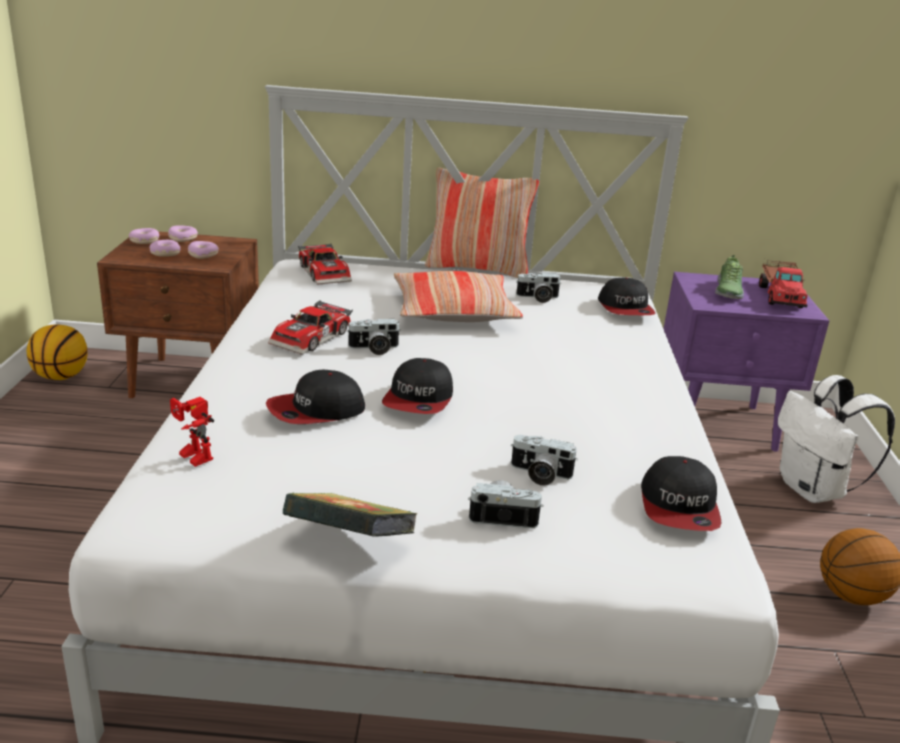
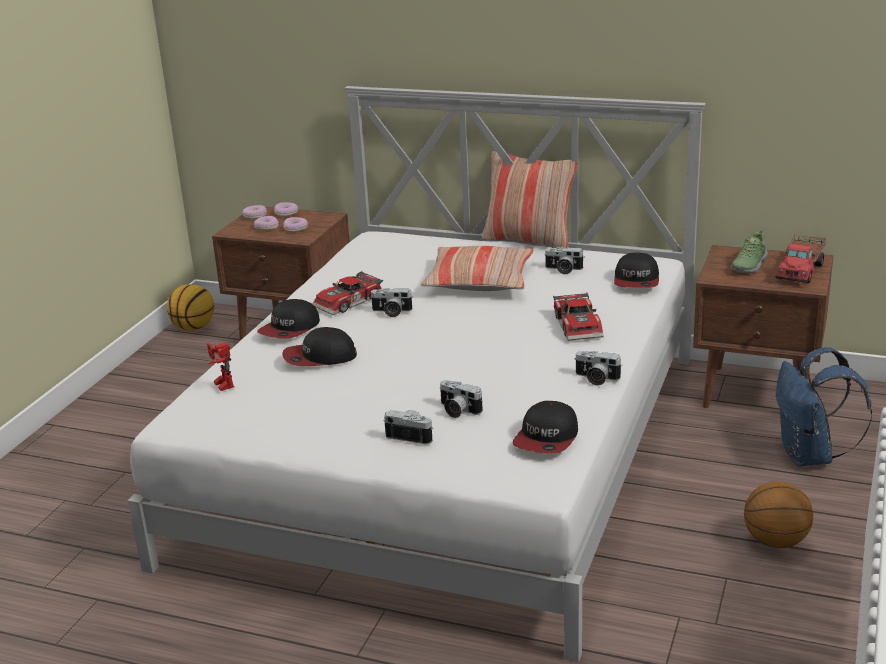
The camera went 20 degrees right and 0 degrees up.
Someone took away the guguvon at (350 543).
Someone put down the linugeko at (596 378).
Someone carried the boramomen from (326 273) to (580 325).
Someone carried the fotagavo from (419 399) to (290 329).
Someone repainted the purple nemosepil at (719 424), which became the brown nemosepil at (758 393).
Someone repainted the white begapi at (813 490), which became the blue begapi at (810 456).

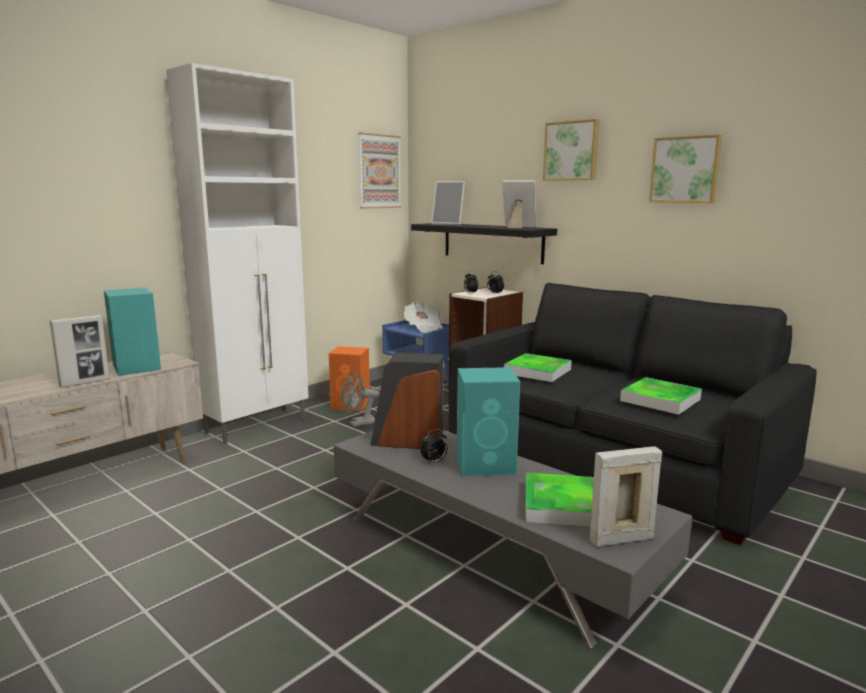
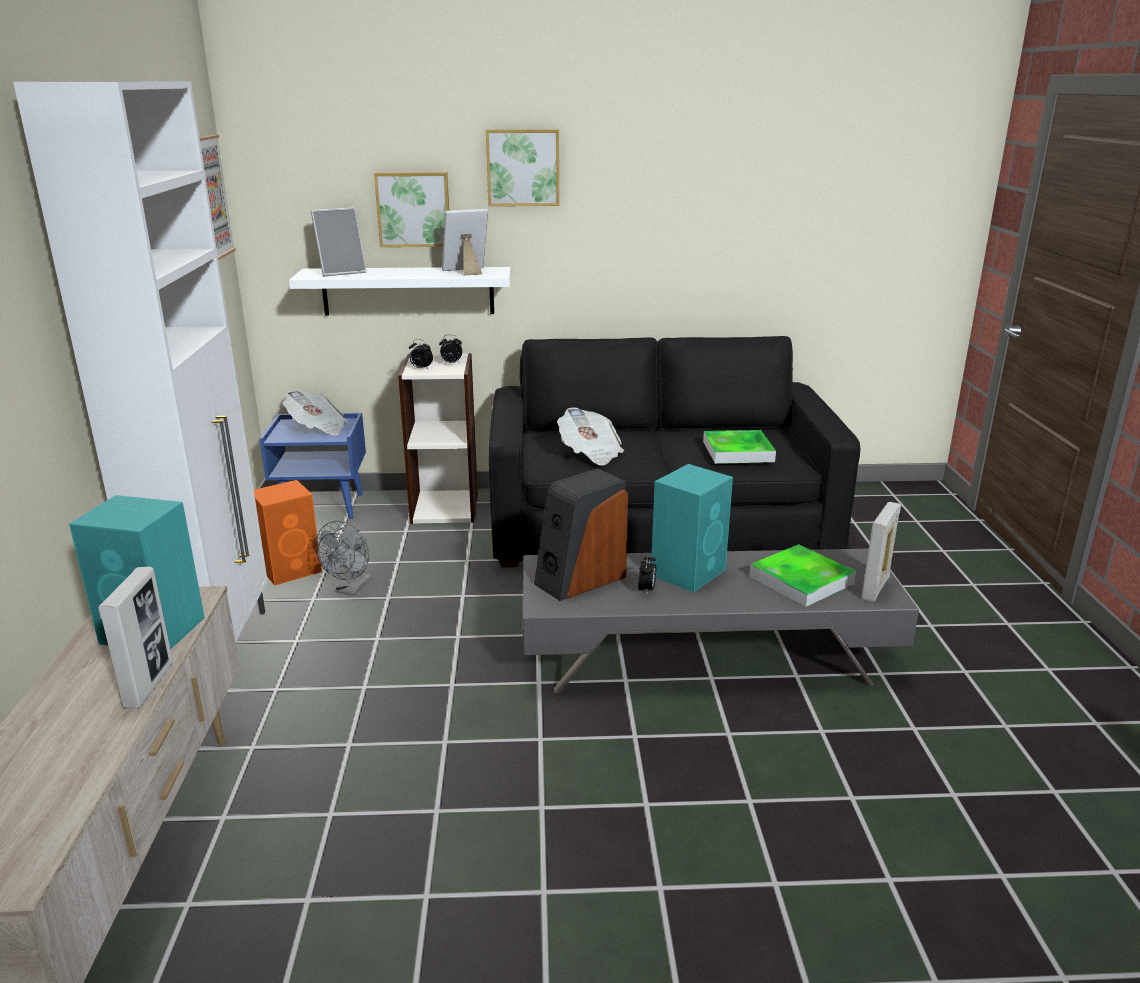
The camera went 45 degrees left and 10 degrees up.
Someone carried the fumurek from (685 170) to (413 209).
Someone swapped the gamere at (537 371) for the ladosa at (590 453).
Someone repainted the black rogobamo at (492 242), which became the white rogobamo at (408 291).

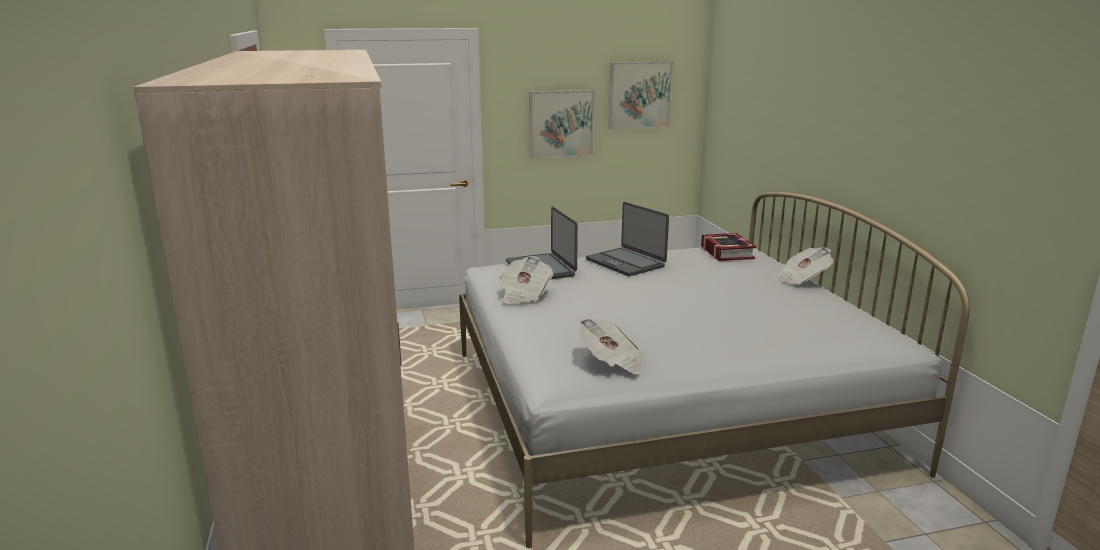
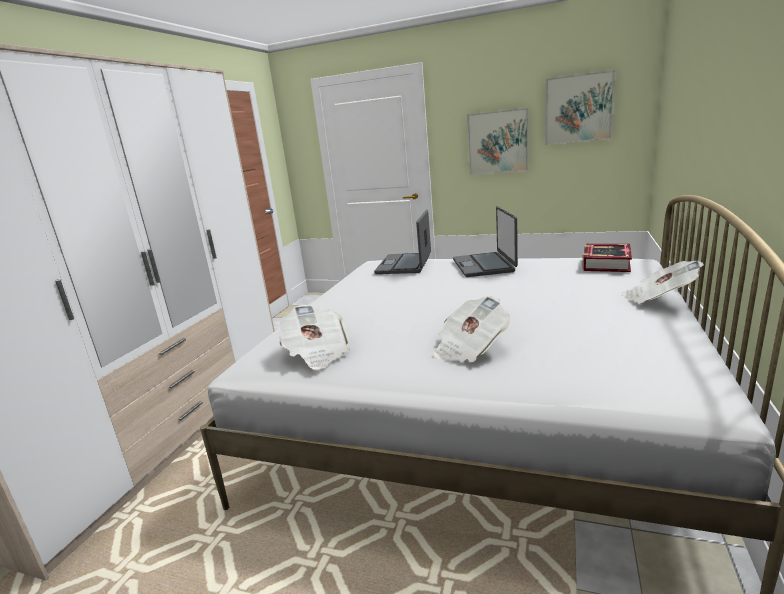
The camera went 35 degrees right and 0 degrees up.
Someone carried the ladosa from (524 295) to (469 348).

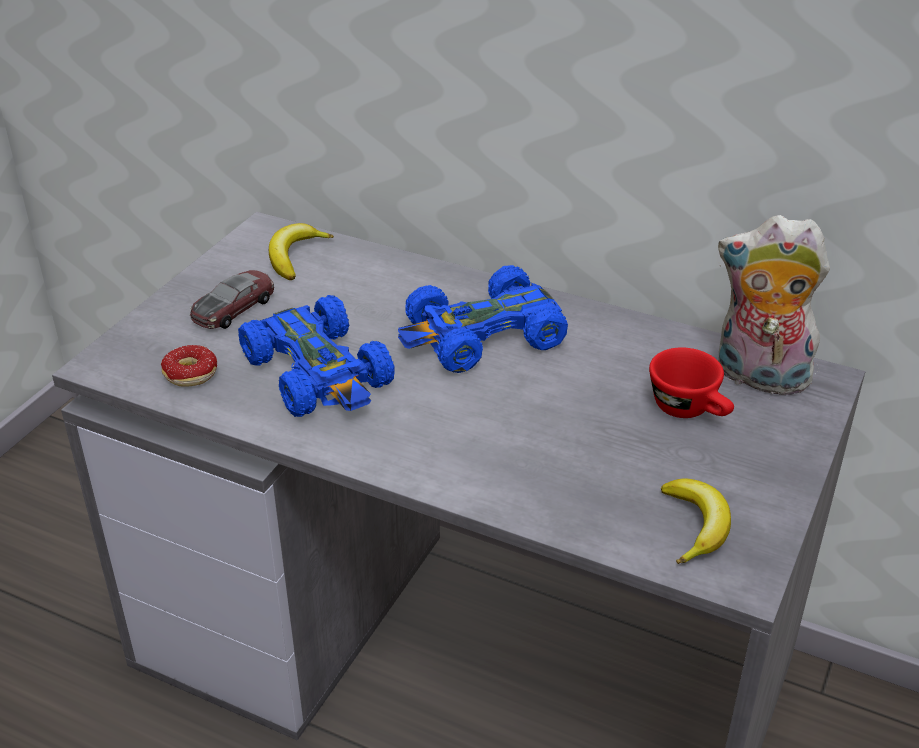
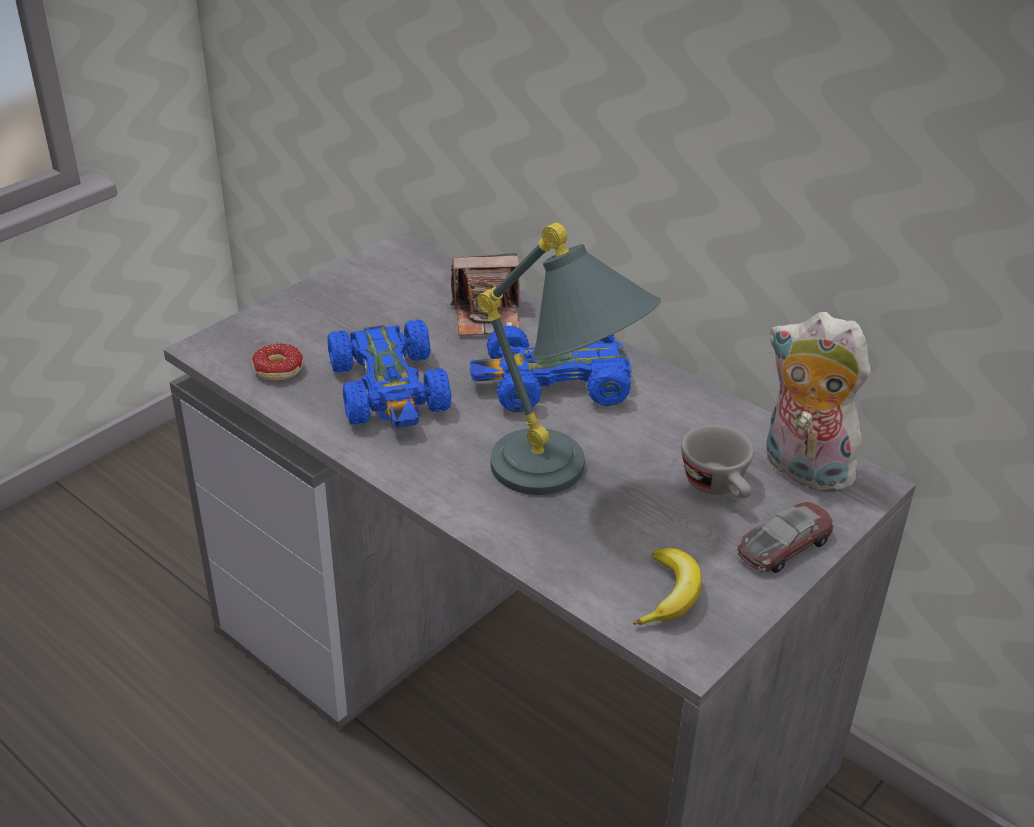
The camera went 15 degrees right and 0 degrees up.
Someone took away the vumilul at (295 257).
Someone put down the linugeko at (487 317).
Someone put down the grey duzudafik at (564 481).
Someone carried the boramomen from (233 308) to (784 545).
Someone repainted the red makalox at (690 410), which became the grey makalox at (719 488).

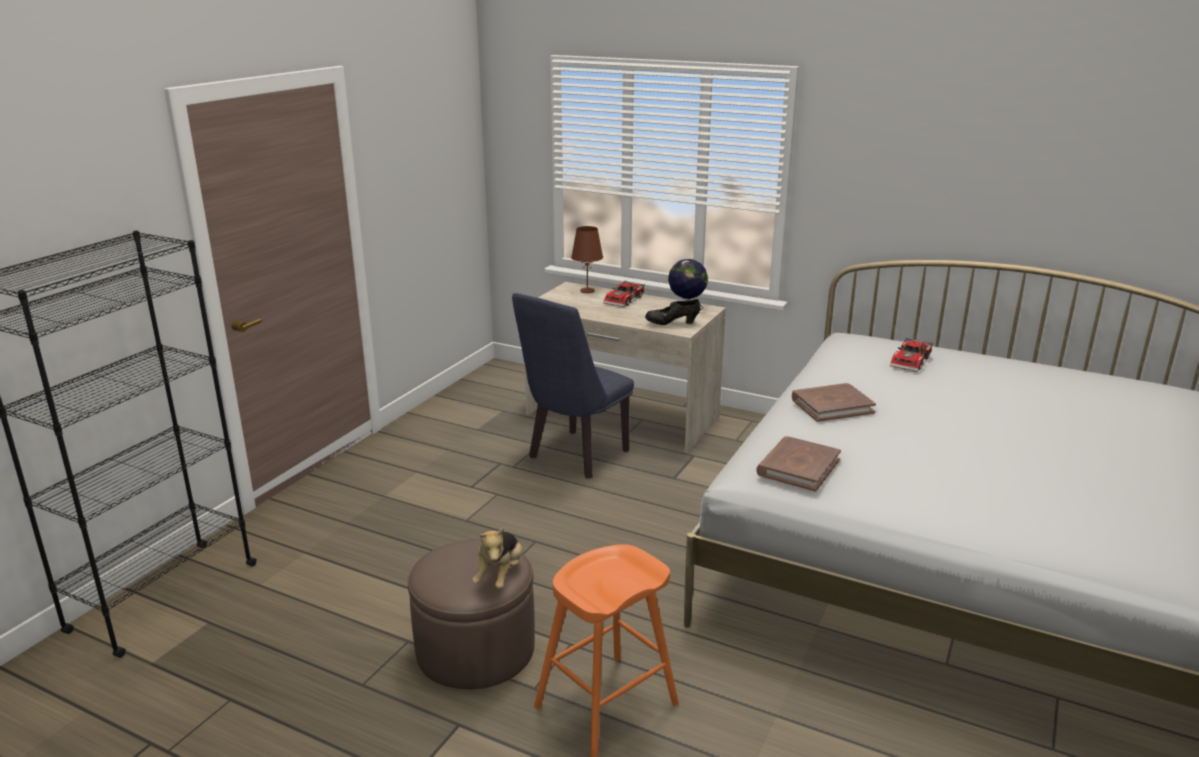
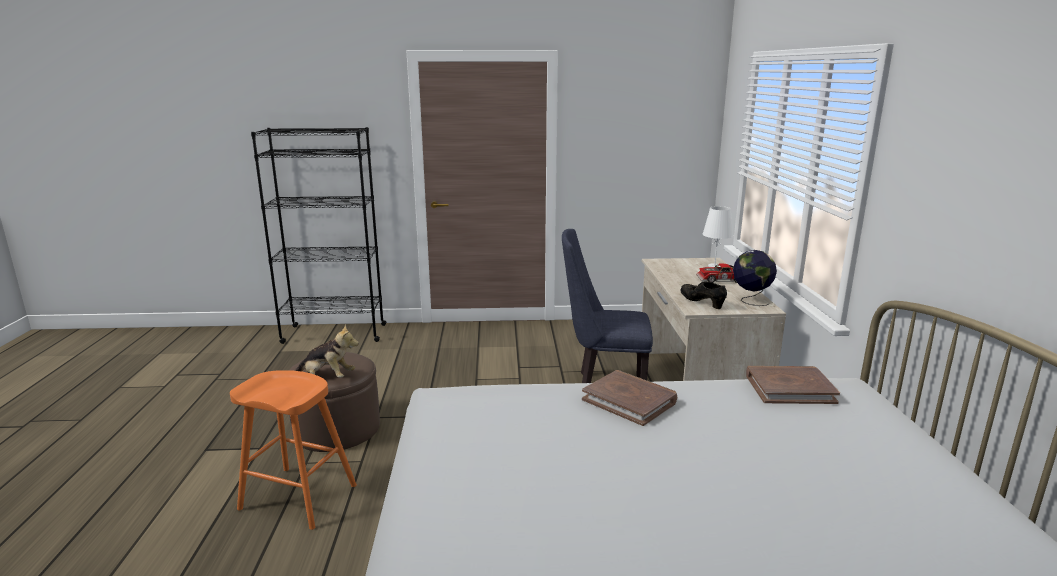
The camera went 60 degrees right and 5 degrees down.
Someone took away the boramomen at (912 362).
Someone carried the brown guguvon from (798 467) to (789 388).
Someone repainted the brown duzudafik at (587 291), which became the white duzudafik at (714 266).
Someone rotated the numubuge at (500 575) by 150 degrees counterclockwise.

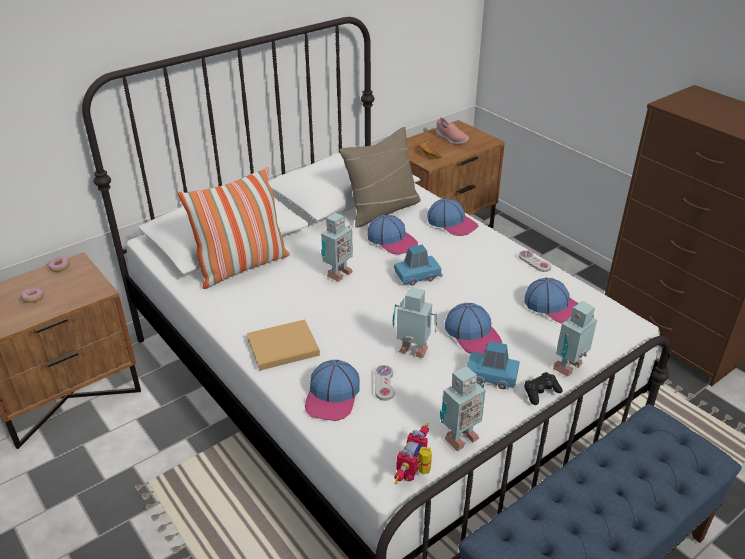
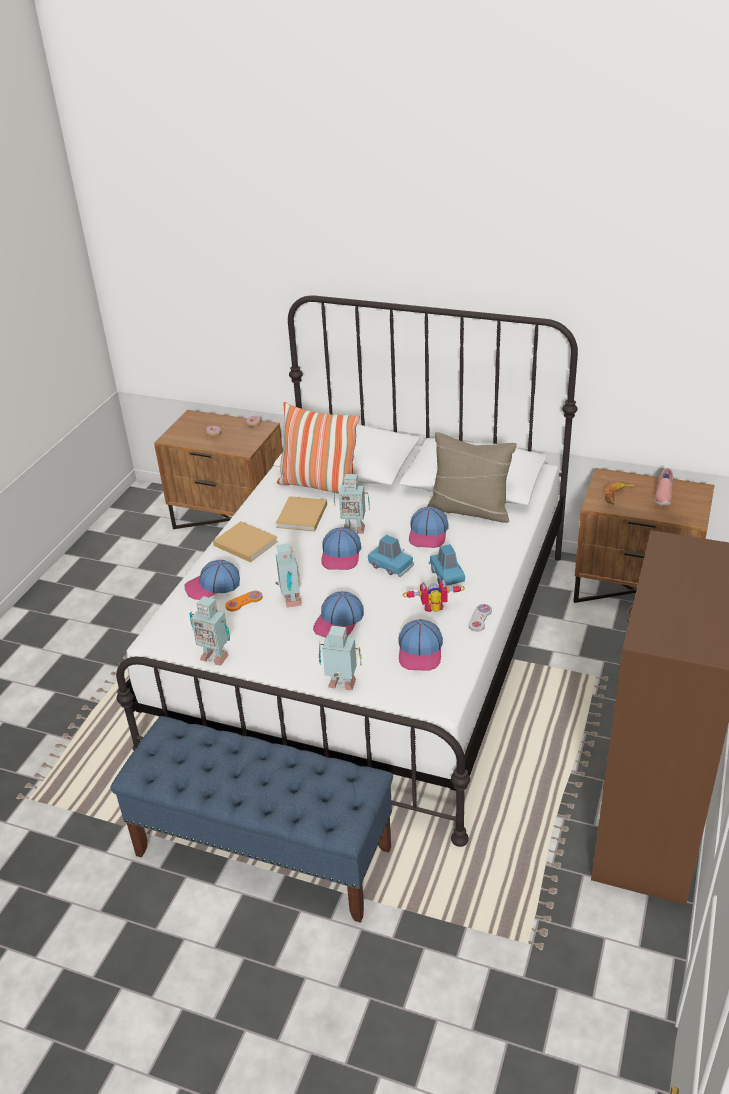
The camera went 60 degrees right and 0 degrees up.
Someone took away the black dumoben at (541 392).
Someone put down the beige guguvon at (301 517).
Someone carried the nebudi from (415 473) to (434 610).
Someone carried the fotagavo from (452 223) to (341 555).
Someone carried the blue boramomen from (491 376) to (447 574).
Someone repainted the white dumoben at (384 383), which became the orange dumoben at (244 602).

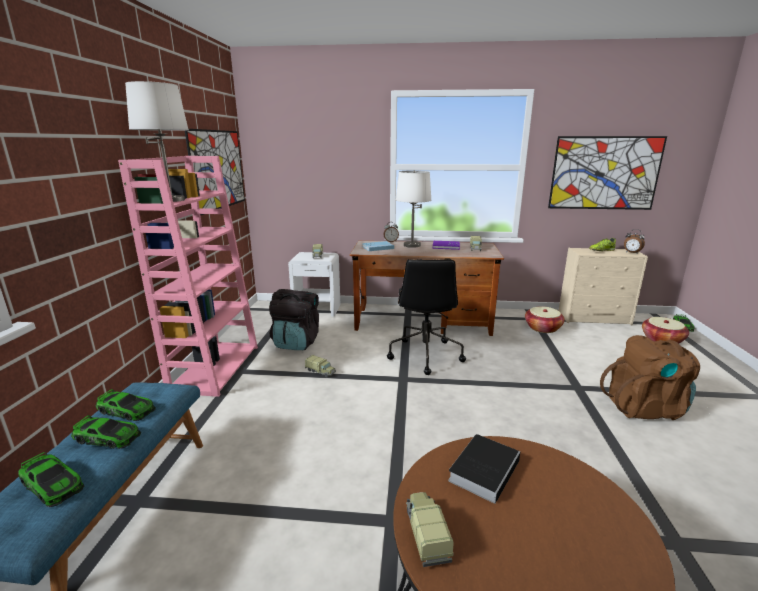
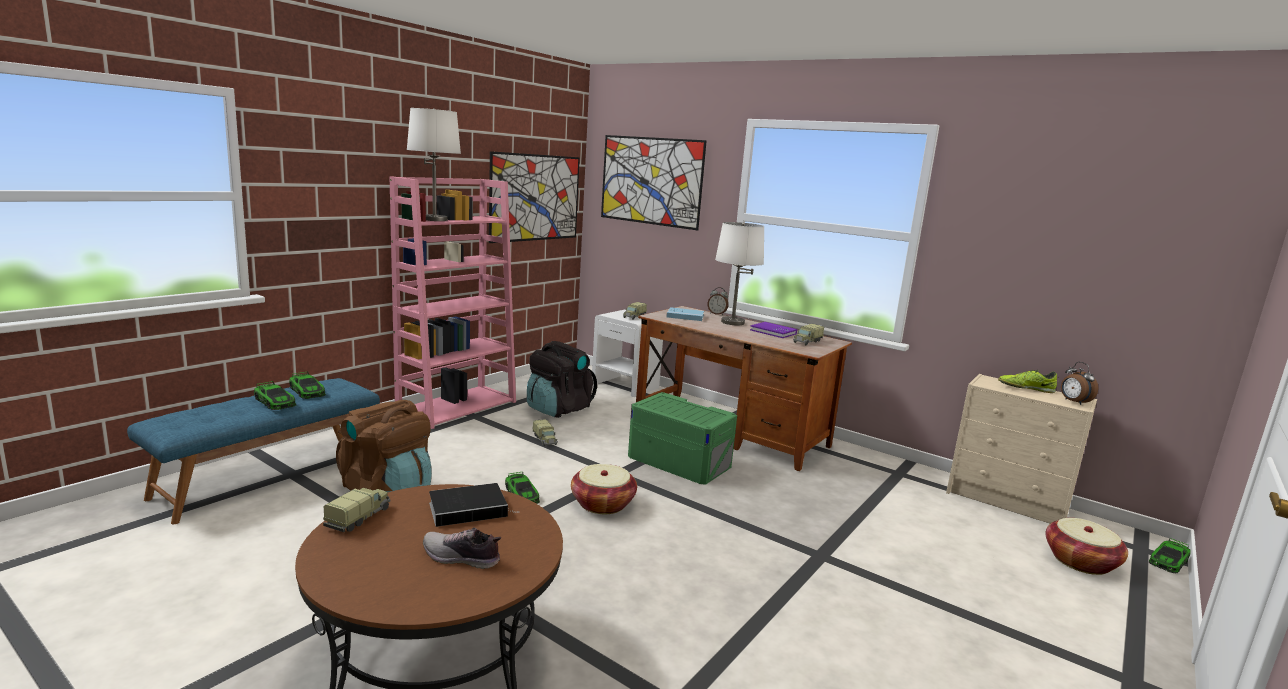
The camera went 30 degrees right and 5 degrees down.
Someone put down the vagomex at (461 558).
Someone carried the boramomen from (52 484) to (522 494).
Someone carried the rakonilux from (542 328) to (603 504).
Someone carried the fumurek from (604 173) to (650 181).
Someone carried the brown begapi from (645 408) to (388 491).
Someone swapped the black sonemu at (425 354) for the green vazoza at (679 461).

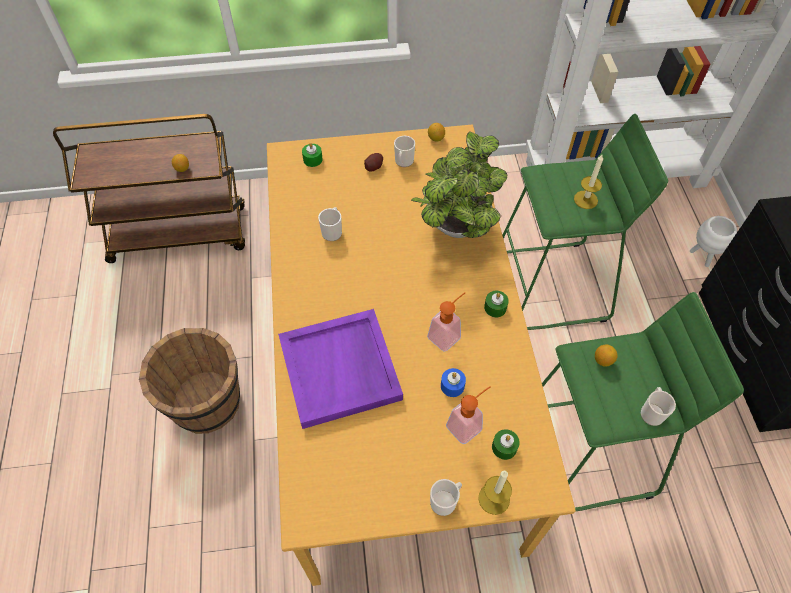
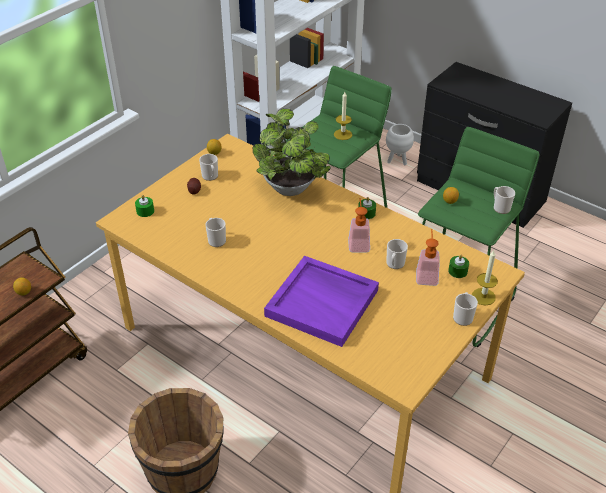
The camera went 45 degrees left and 15 degrees down.
Someone swapped the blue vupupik at (452 386) for the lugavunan at (394 264).

